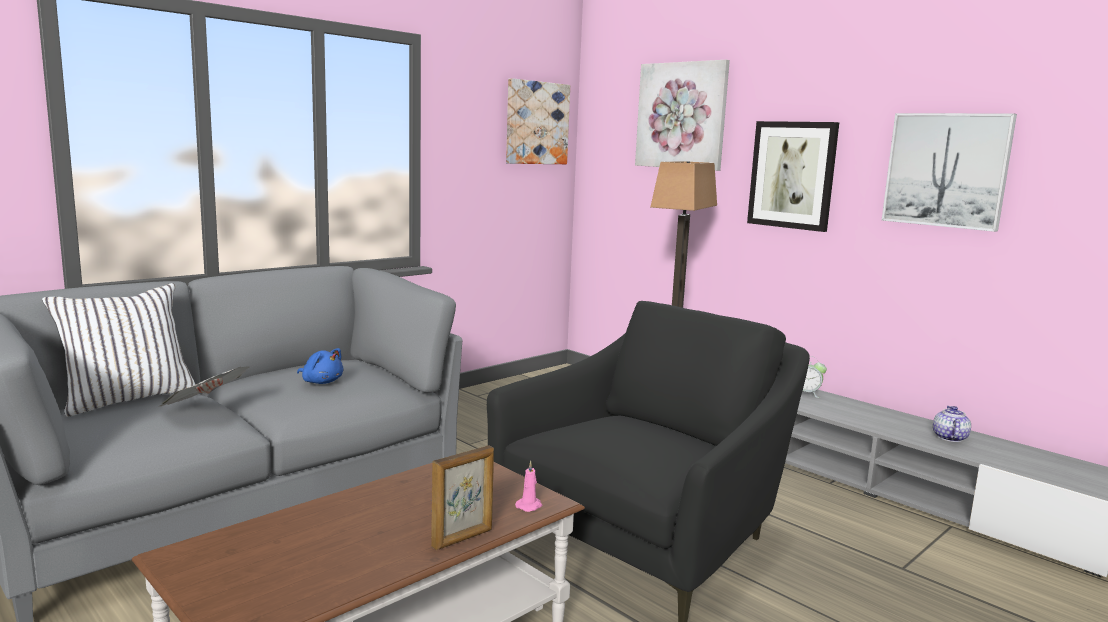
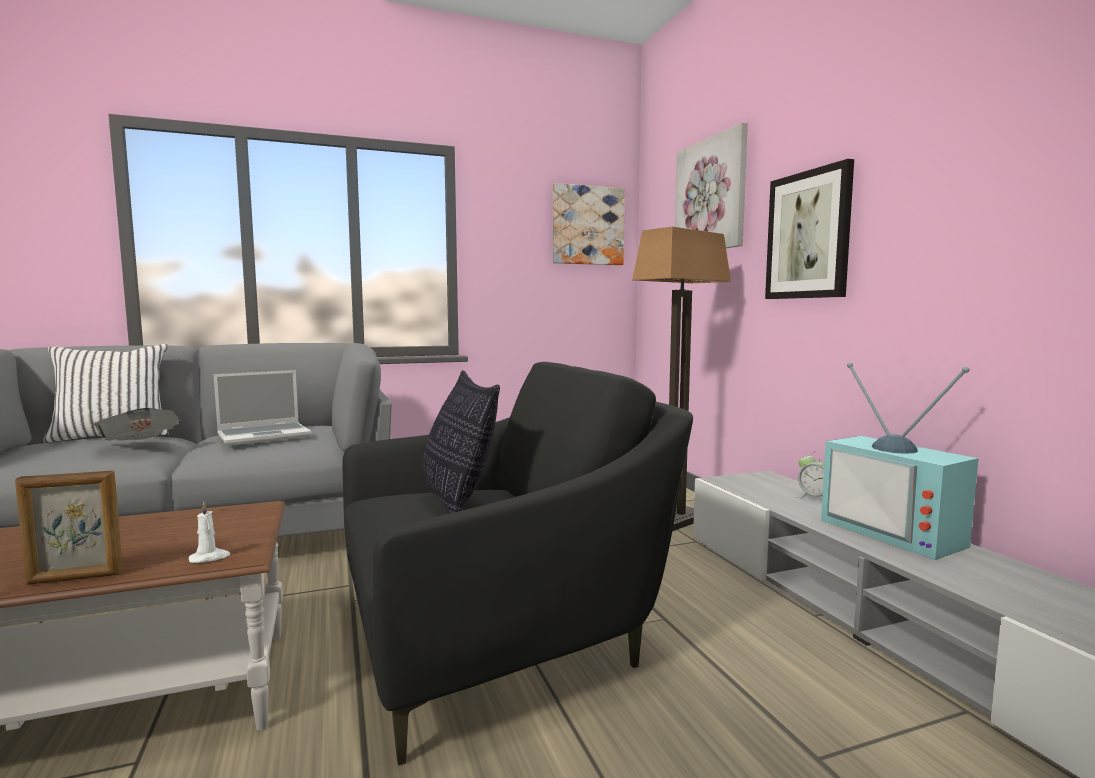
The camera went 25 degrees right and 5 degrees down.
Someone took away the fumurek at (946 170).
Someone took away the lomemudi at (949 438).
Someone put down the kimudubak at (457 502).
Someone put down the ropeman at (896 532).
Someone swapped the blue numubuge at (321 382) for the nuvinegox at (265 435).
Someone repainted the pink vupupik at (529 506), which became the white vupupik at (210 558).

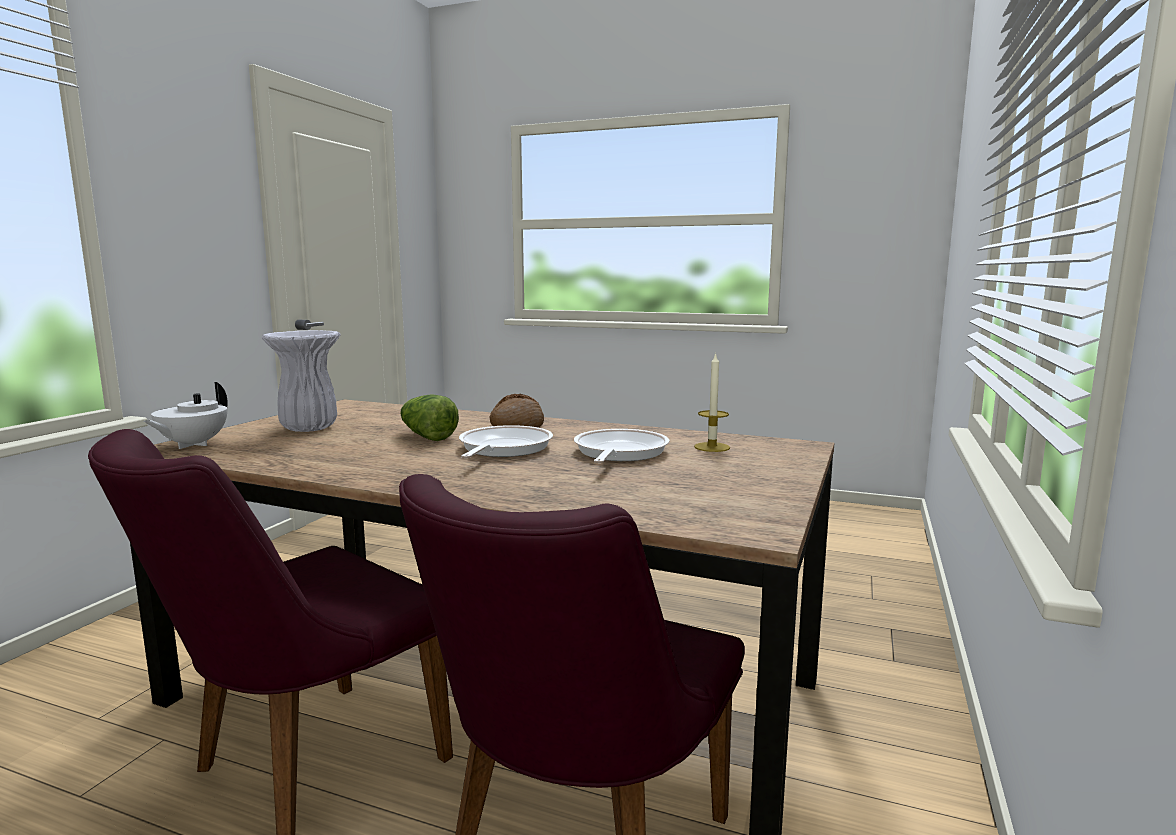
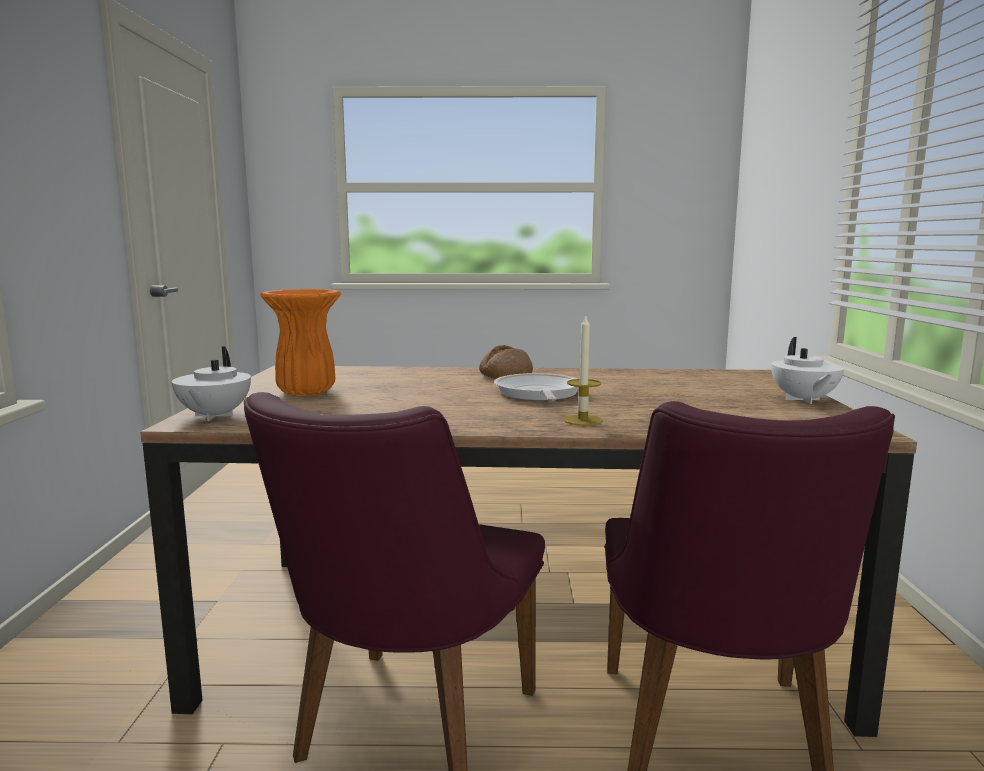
The camera went 20 degrees left and 0 degrees up.
Someone took away the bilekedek at (427 436).
Someone took away the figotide at (618 453).
Someone put down the white lomemudi at (803 400).
Someone carried the vupupik from (712 447) to (582 420).
Someone repainted the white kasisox at (310 428), which became the orange kasisox at (308 392).

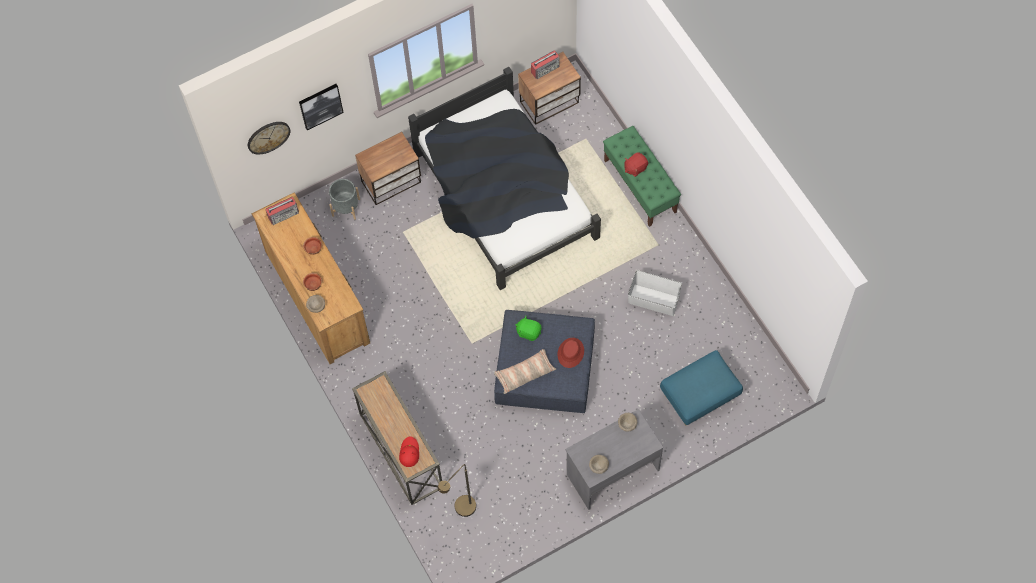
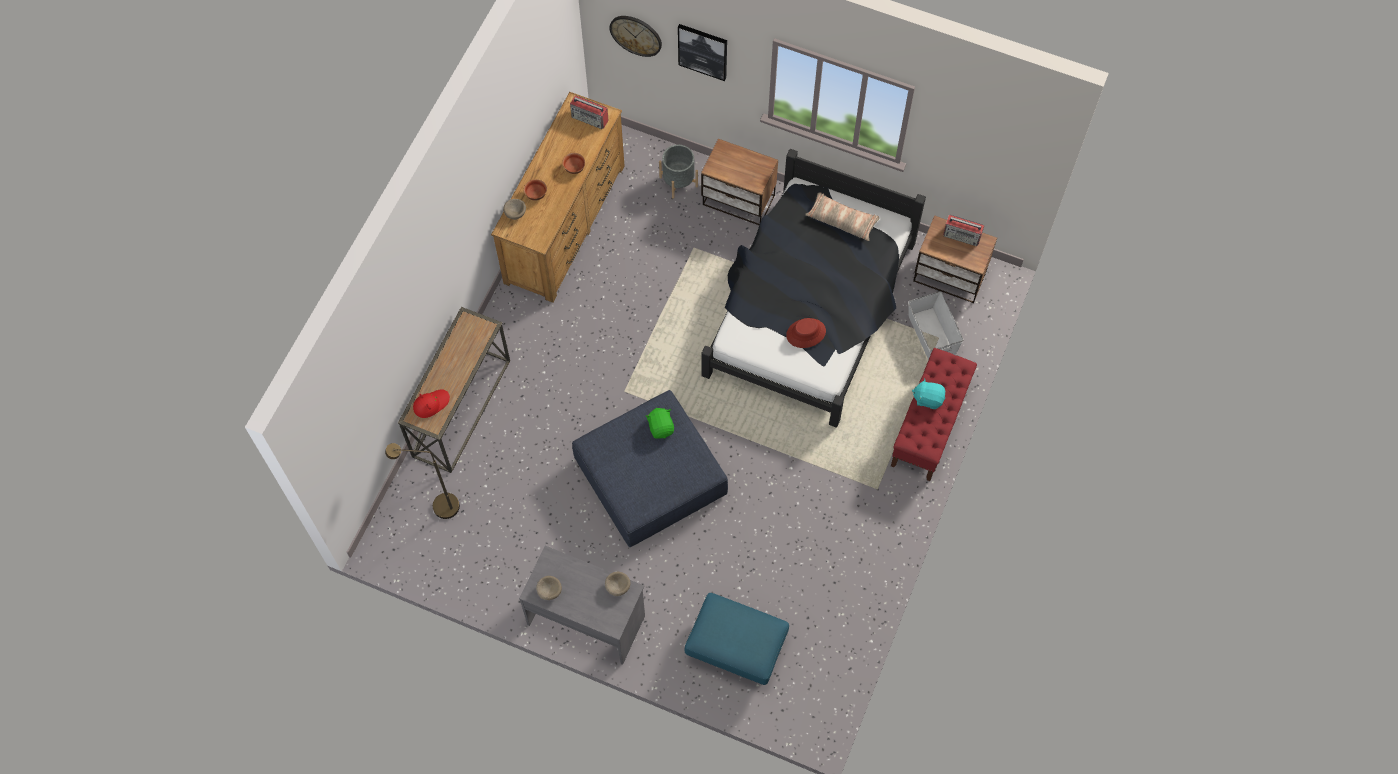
The camera went 50 degrees right and 0 degrees up.
Someone carried the kimudubak from (524 373) to (842 220).
Someone carried the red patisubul from (571 353) to (806 333).
Someone carried the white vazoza from (653 299) to (931 335).
Someone repainted the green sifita at (640 186), which became the red sifita at (929 426).
Someone repainted the red numubuge at (635 168), which became the turquoise numubuge at (928 398).

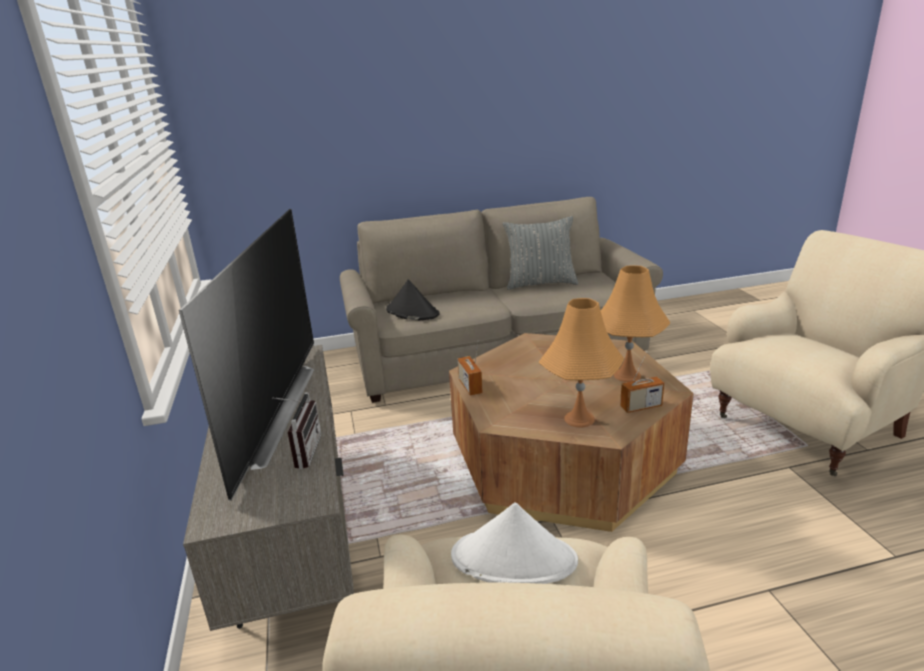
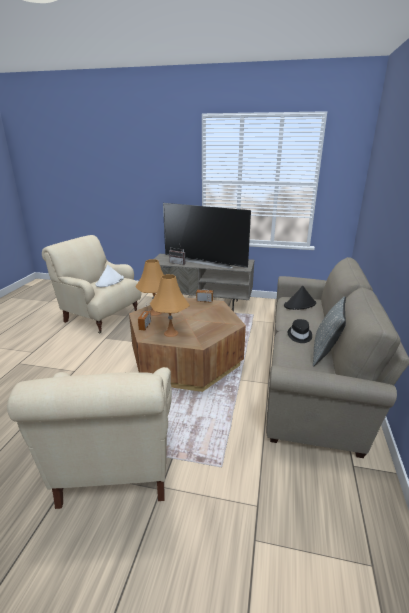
The camera went 115 degrees right and 0 degrees up.
Someone put down the black patisubul at (299 335).

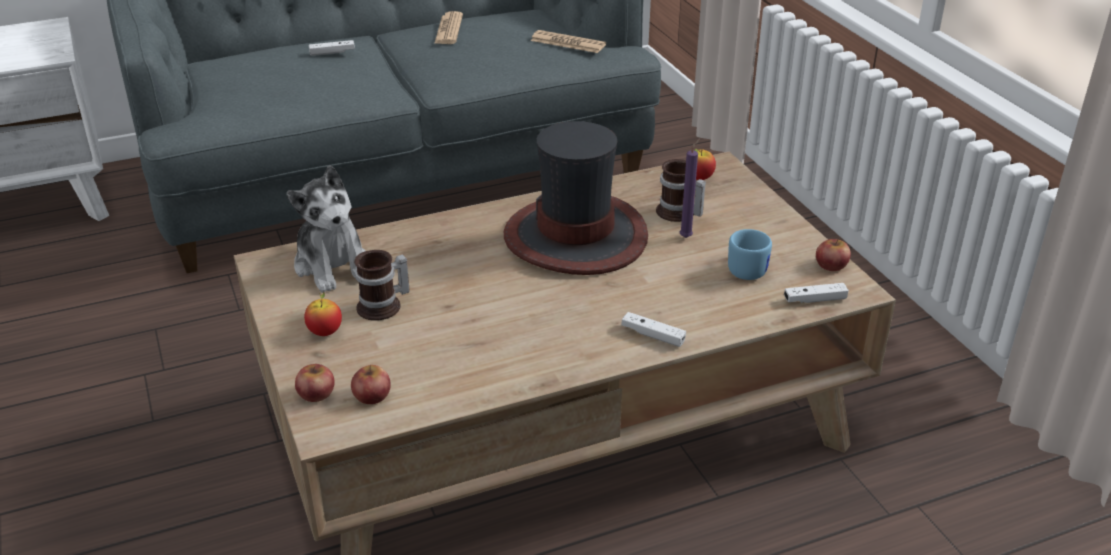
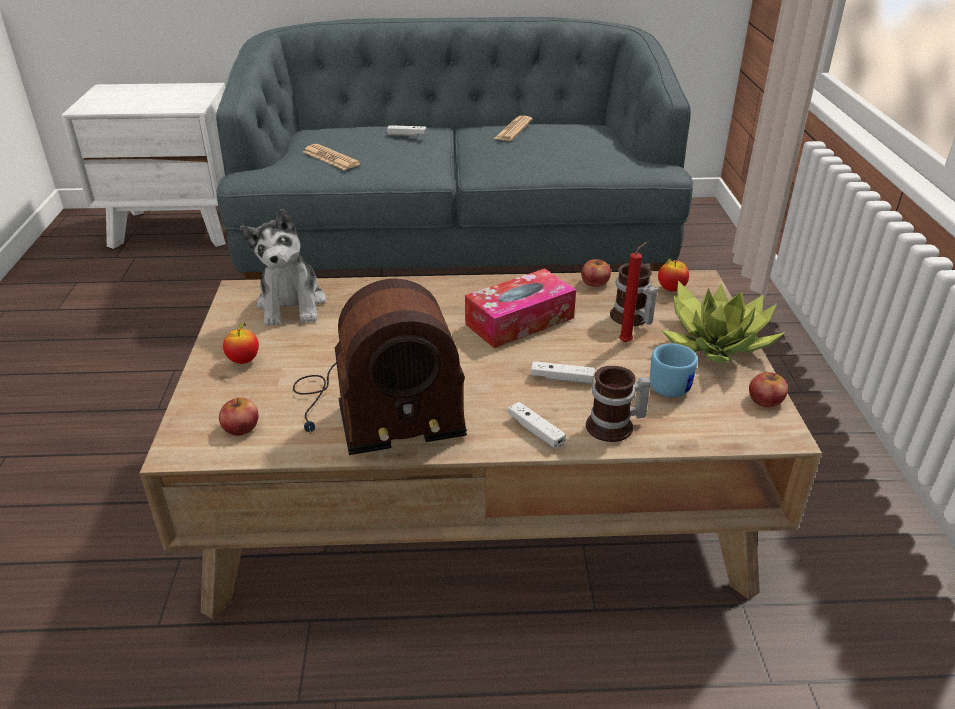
The camera went 20 degrees right and 0 degrees up.
Someone put down the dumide at (376 407).
Someone put down the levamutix at (716 342).
Someone carried the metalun from (316 393) to (595 282).
Someone carried the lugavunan from (384 307) to (615 427).
Someone carried the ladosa from (568 43) to (331 158).
Someone carried the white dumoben from (815 299) to (562 378).
Someone swapped the patisubul at (576 237) for the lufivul at (519 321).
Someone repainted the purple vupupik at (687 237), which became the red vupupik at (627 341).

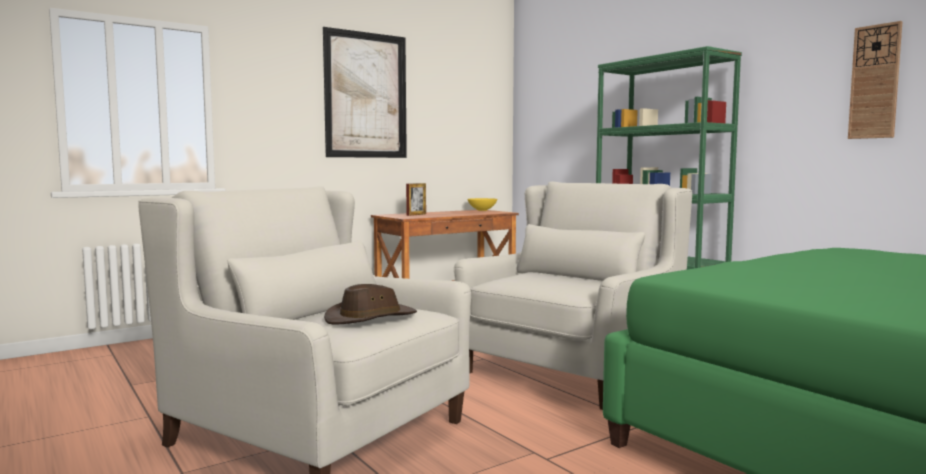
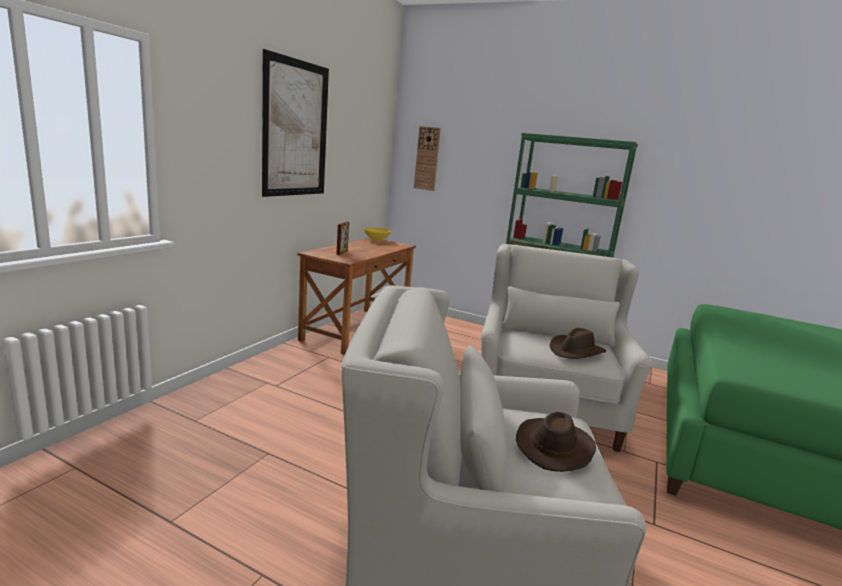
The camera went 30 degrees left and 10 degrees up.
Someone put down the brown patisubul at (576 351).
Someone carried the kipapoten from (874 82) to (427 158).

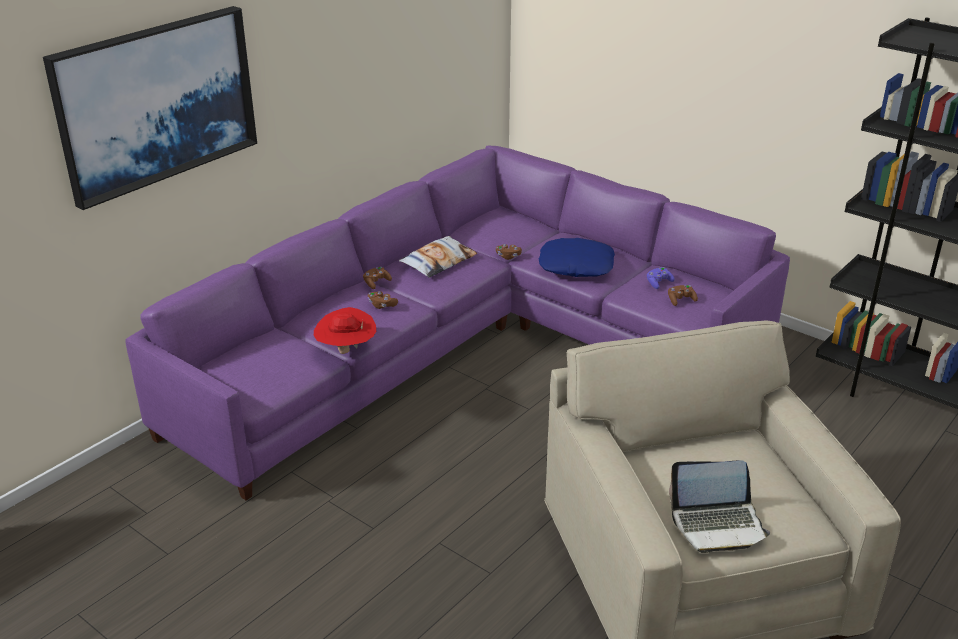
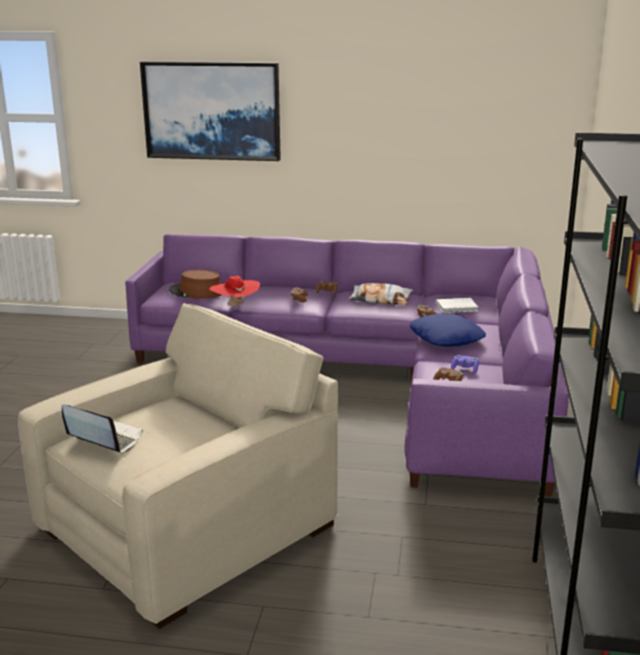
The camera went 60 degrees right and 10 degrees down.
Someone put down the brown patisubul at (196 292).
Someone put down the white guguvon at (458 307).
Someone rotated the nuvinegox at (718 525) by 150 degrees clockwise.

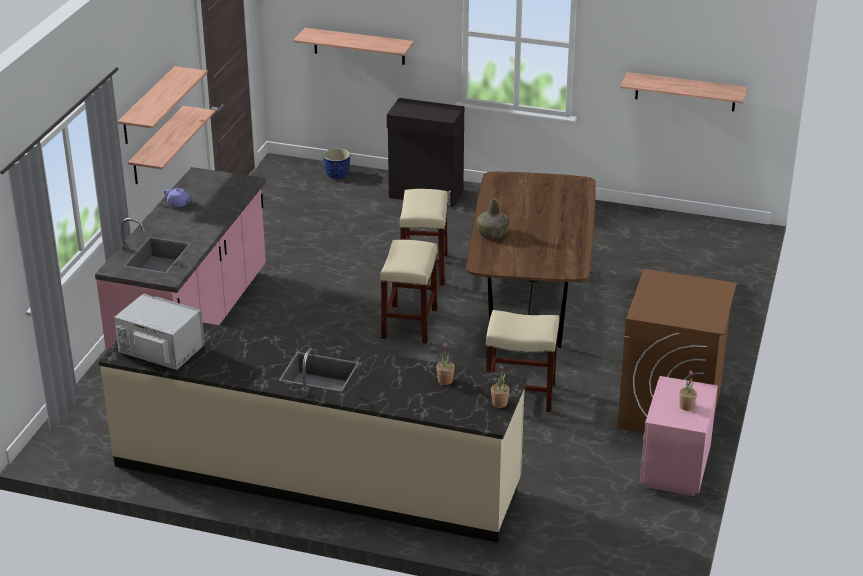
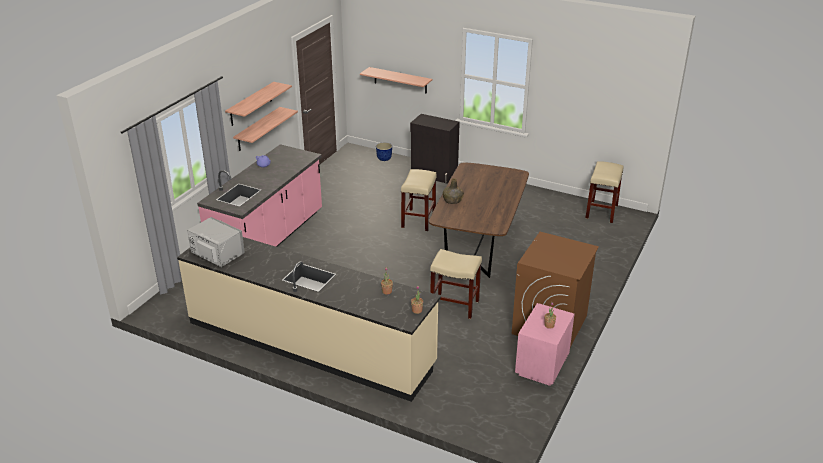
The camera went 10 degrees right and 0 degrees up.
Someone took away the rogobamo at (685 92).
Someone carried the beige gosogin from (409 324) to (601 211).

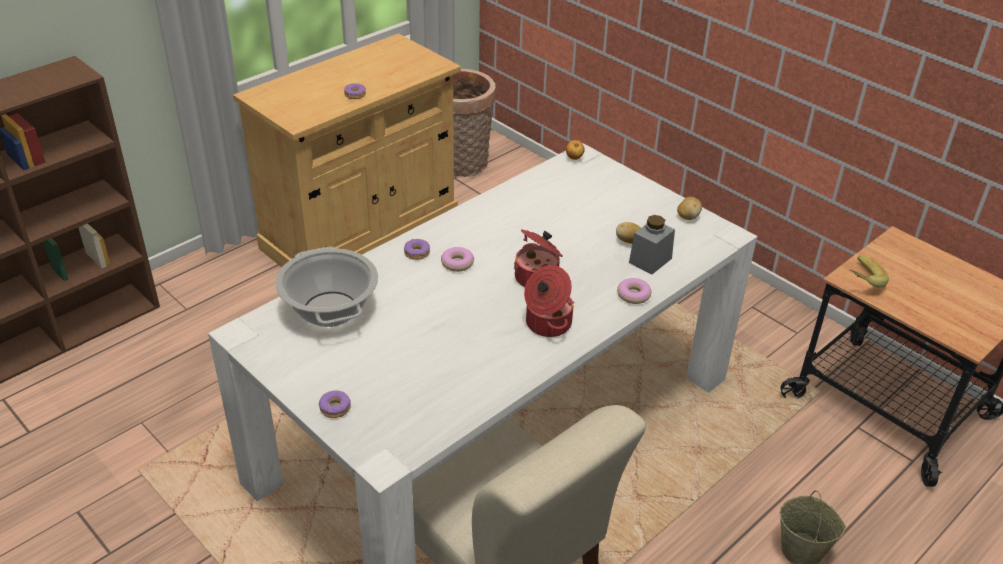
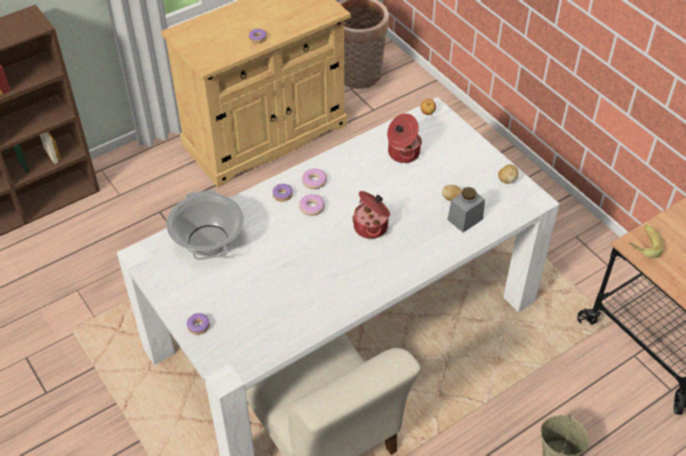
The camera went 10 degrees right and 10 degrees up.
Someone carried the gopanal from (547 323) to (402 153).
Someone carried the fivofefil from (633 295) to (314 181).

